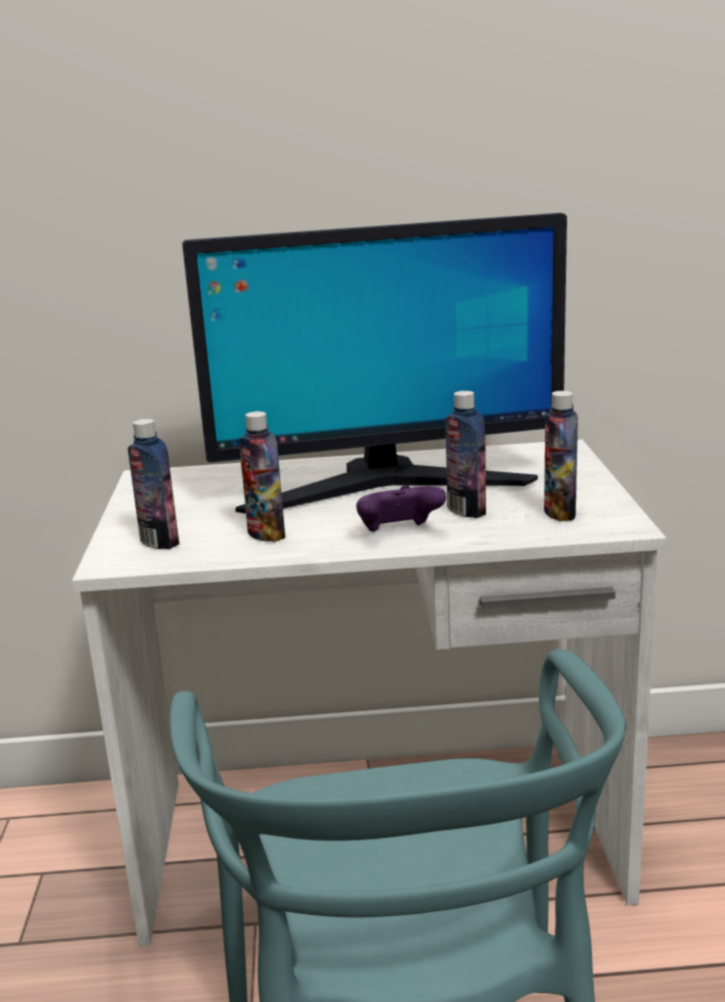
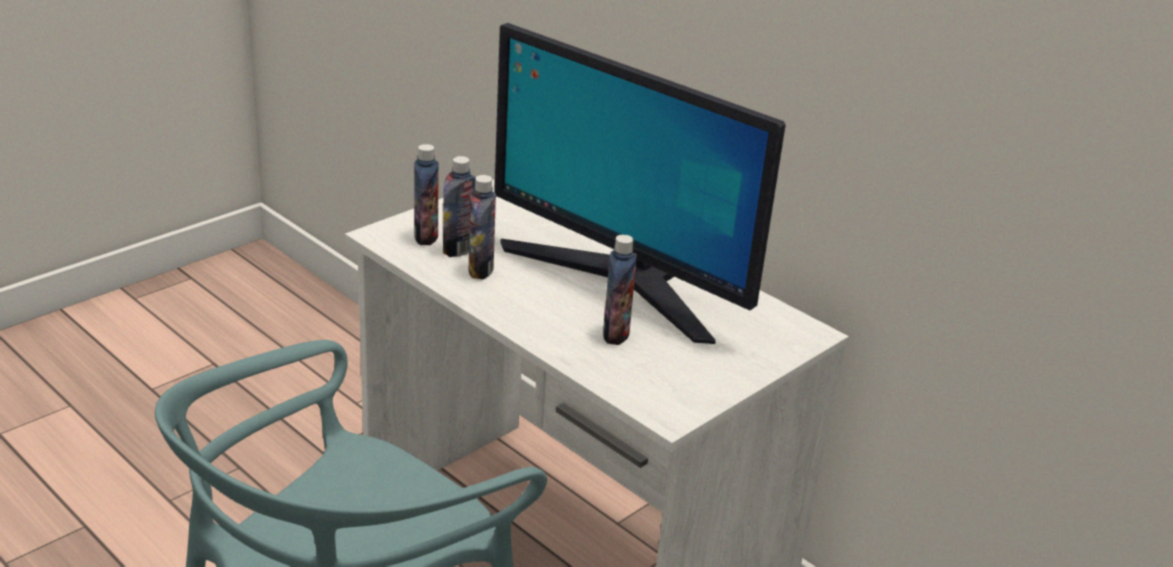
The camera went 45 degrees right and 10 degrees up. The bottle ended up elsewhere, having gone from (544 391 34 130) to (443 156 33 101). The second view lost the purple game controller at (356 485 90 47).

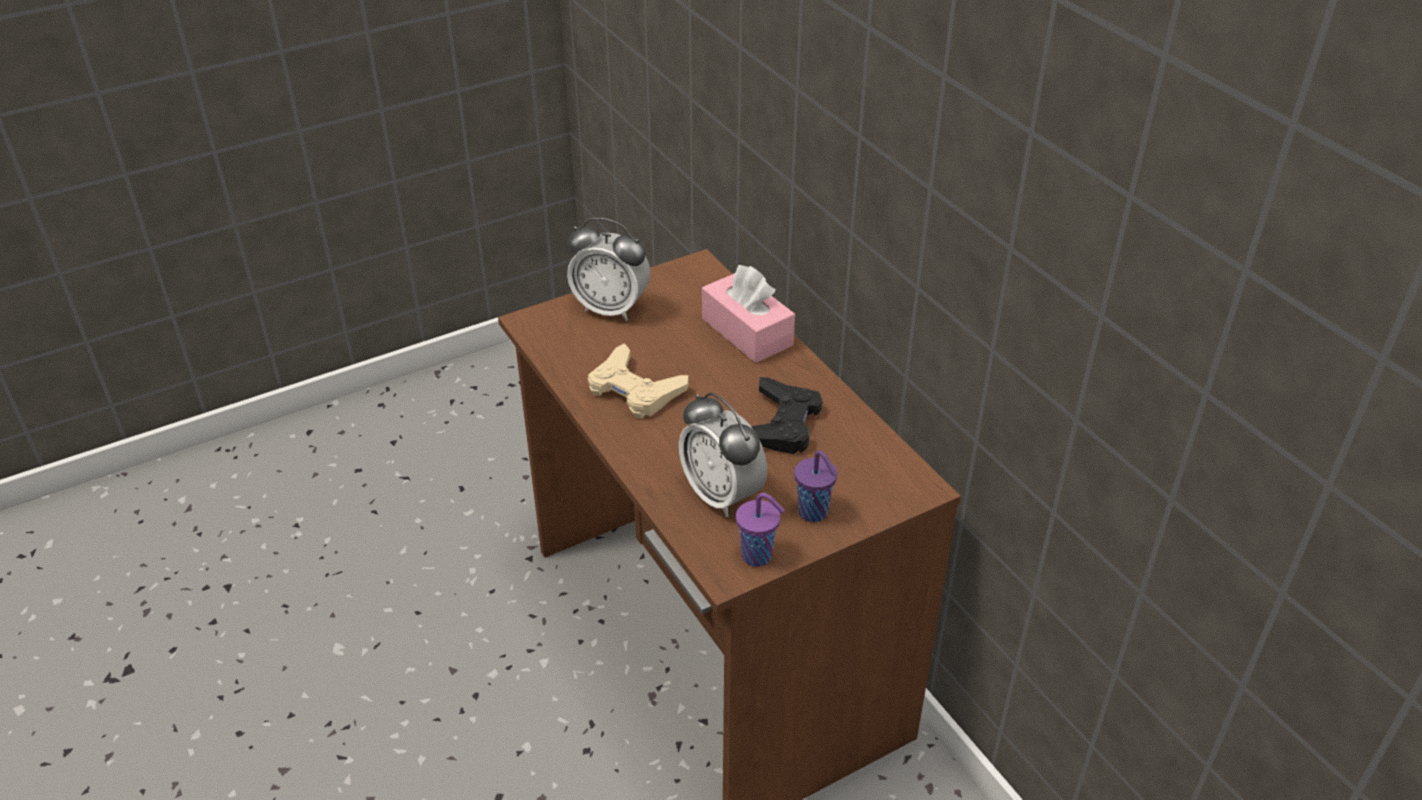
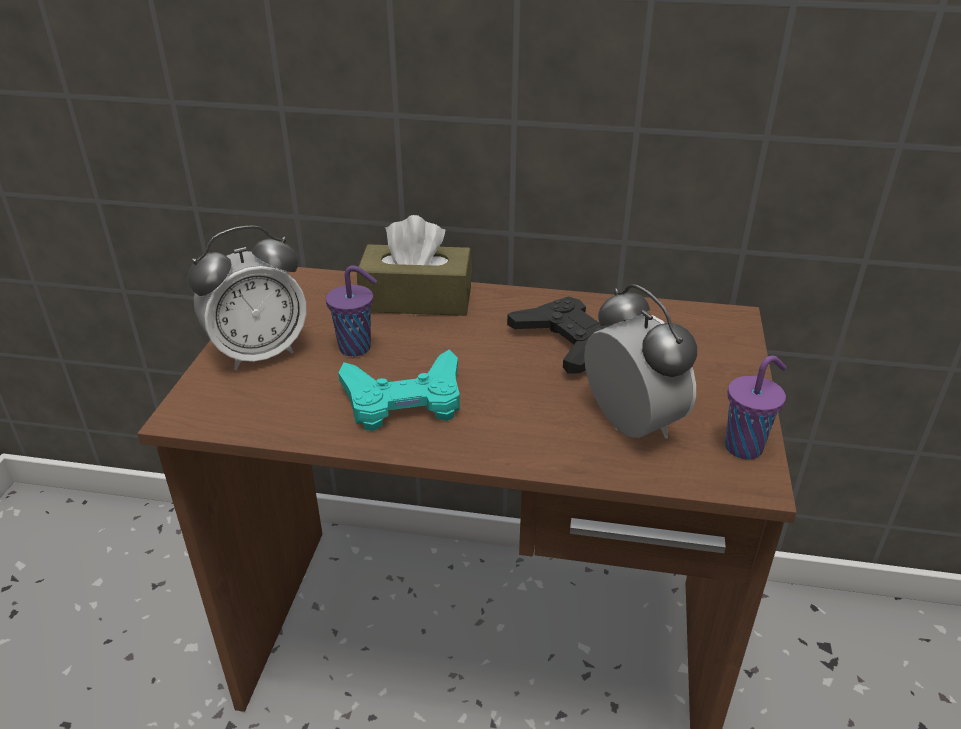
The camera went 50 degrees left and 5 degrees down. The purple cup ended up elsewhere, having gone from (794 450 43 72) to (326 265 51 91). What was the beige game controller at (588 343 101 76) turned into the turquoise game controller at (338 349 122 82). What was the pink tissue box at (702 265 93 98) turned into the brown tissue box at (357 215 115 101). The alarm clock at (679 393 88 124) ended up facing another way, 120 degrees counterclockwise from before.

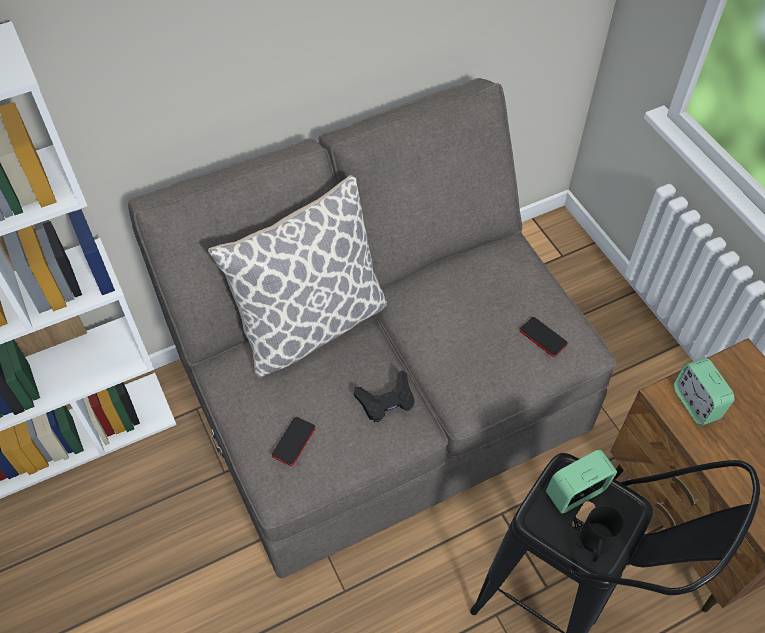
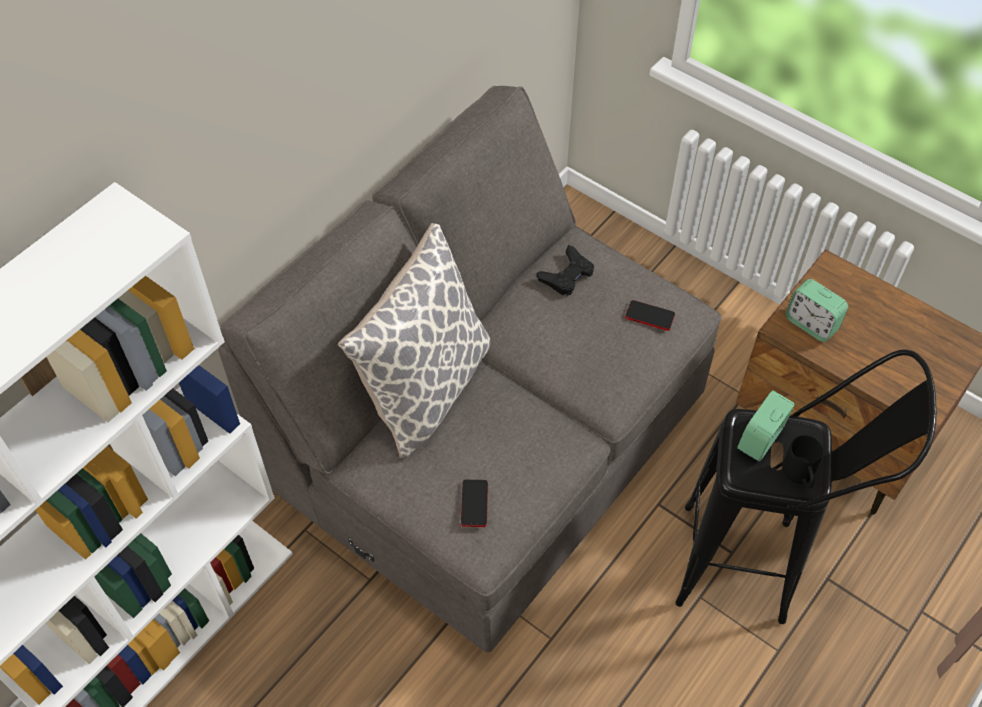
The camera went 25 degrees left and 0 degrees up. The black game controller ended up elsewhere, having gone from (354 370 60 52) to (537 245 57 51).

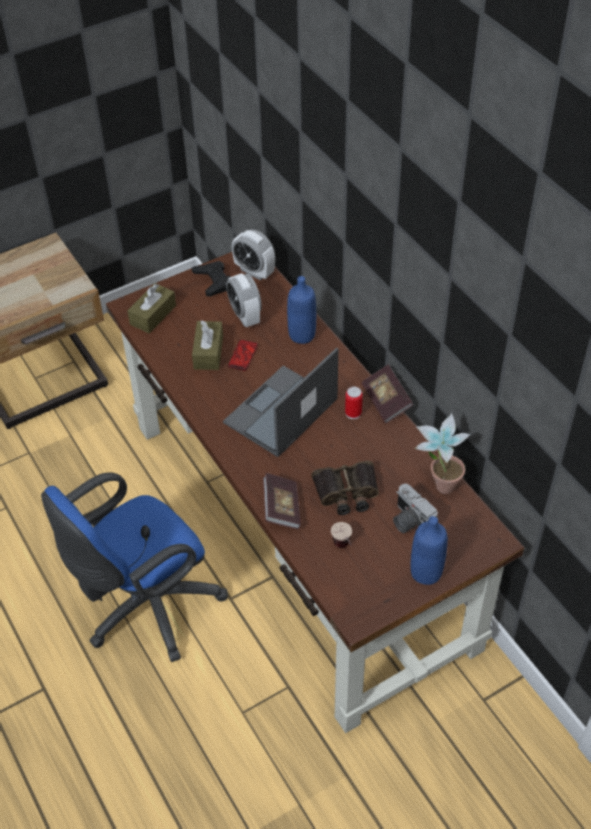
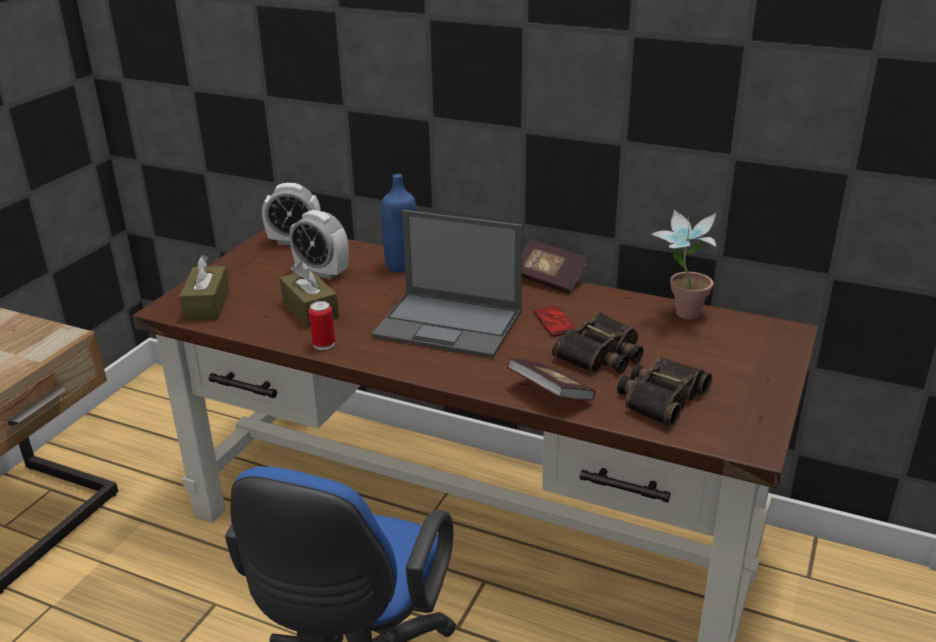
The camera went 35 degrees left and 20 degrees down. The can ended up elsewhere, having gone from (345 387 18 32) to (309 301 26 49). The laptop at (223 348 115 109) ended up facing another way, 75 degrees counterclockwise from before. The phone ended up elsewhere, having gone from (228 339 30 32) to (533 306 44 31). Where the cup stood at (331 522 21 26), the binoculars came to stand at (617 357 95 70). The second view lost the black game controller at (192 261 38 35). The second view lost the photo camera at (393 484 45 49). The second view lost the blue bottle at (410 516 38 69).

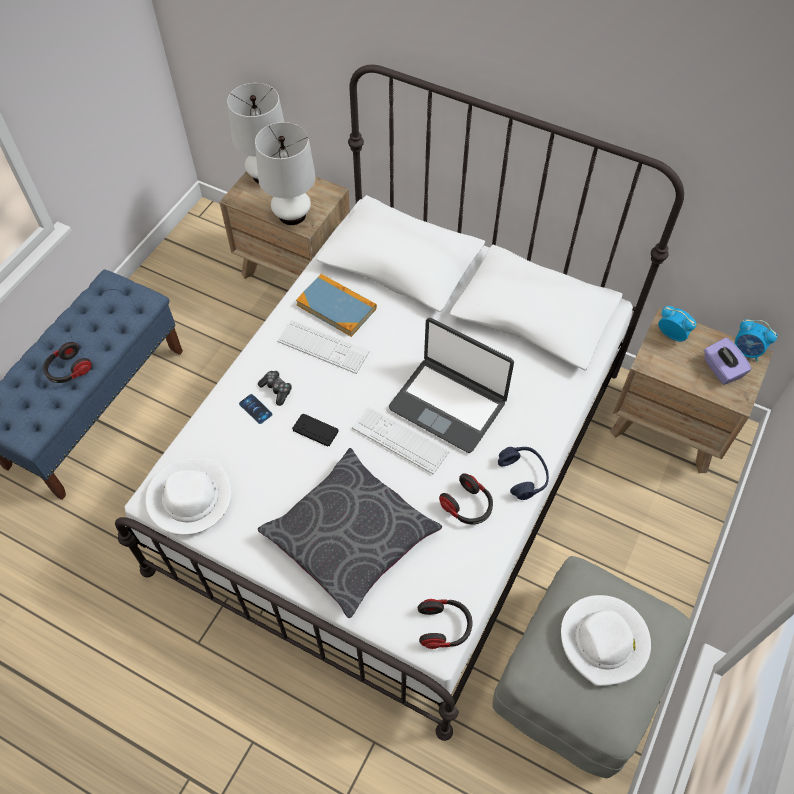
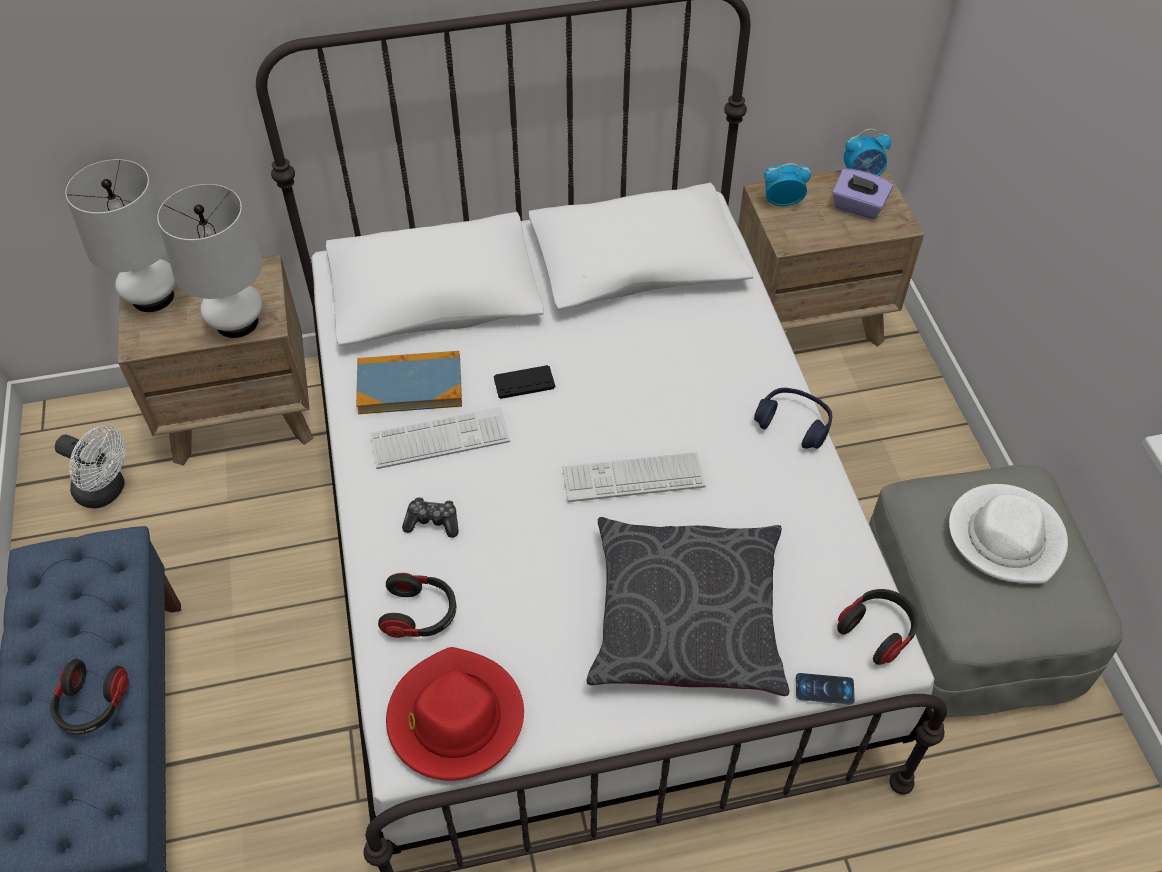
The camera went 40 degrees left and 5 degrees down. The second view gained the white fan at (55 426 70 82). The headphones ended up elsewhere, having gone from (439 474 54 50) to (378 573 79 65). What was the white hat at (145 457 87 78) turned into the red hat at (386 647 138 134). The black game controller ended up elsewhere, having gone from (292 413 47 34) to (494 365 61 34). The phone ended up elsewhere, having gone from (239 394 34 30) to (796 673 59 32). The second view lost the laptop at (389 318 125 135).

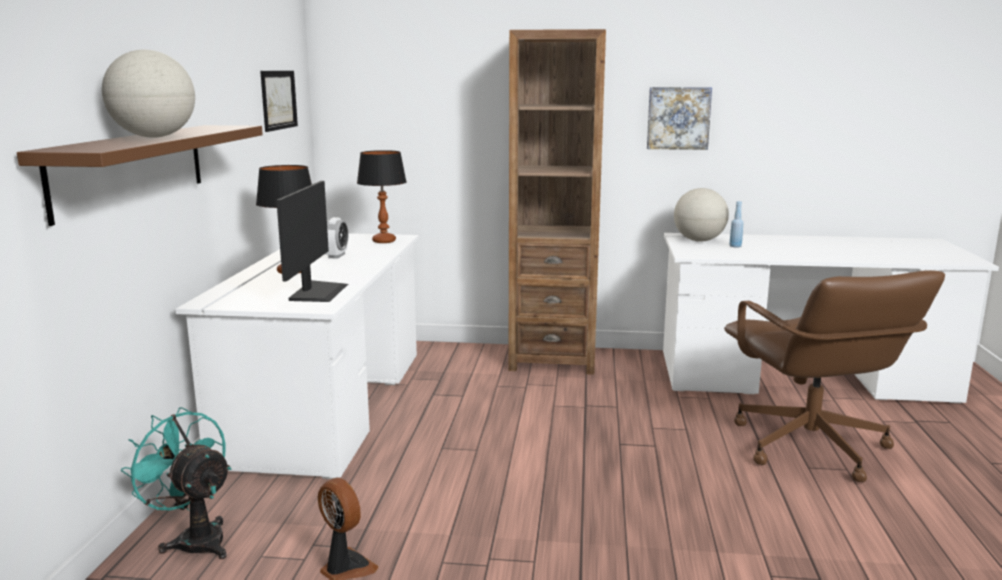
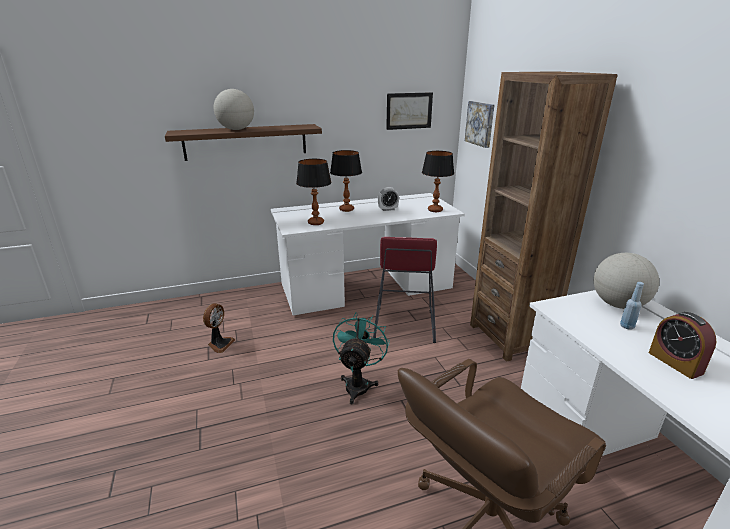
The camera went 65 degrees right and 10 degrees up. Where the monitor stood at (276 181 72 121), the table lamp came to stand at (296 159 35 66). The turquoise fan ended up elsewhere, having gone from (121 407 110 152) to (333 312 57 92). The second view gained the red stool at (373 237 64 106). The picture ended up elsewhere, having gone from (647 87 65 63) to (465 101 29 47). The second view gained the alarm clock at (649 312 68 67).

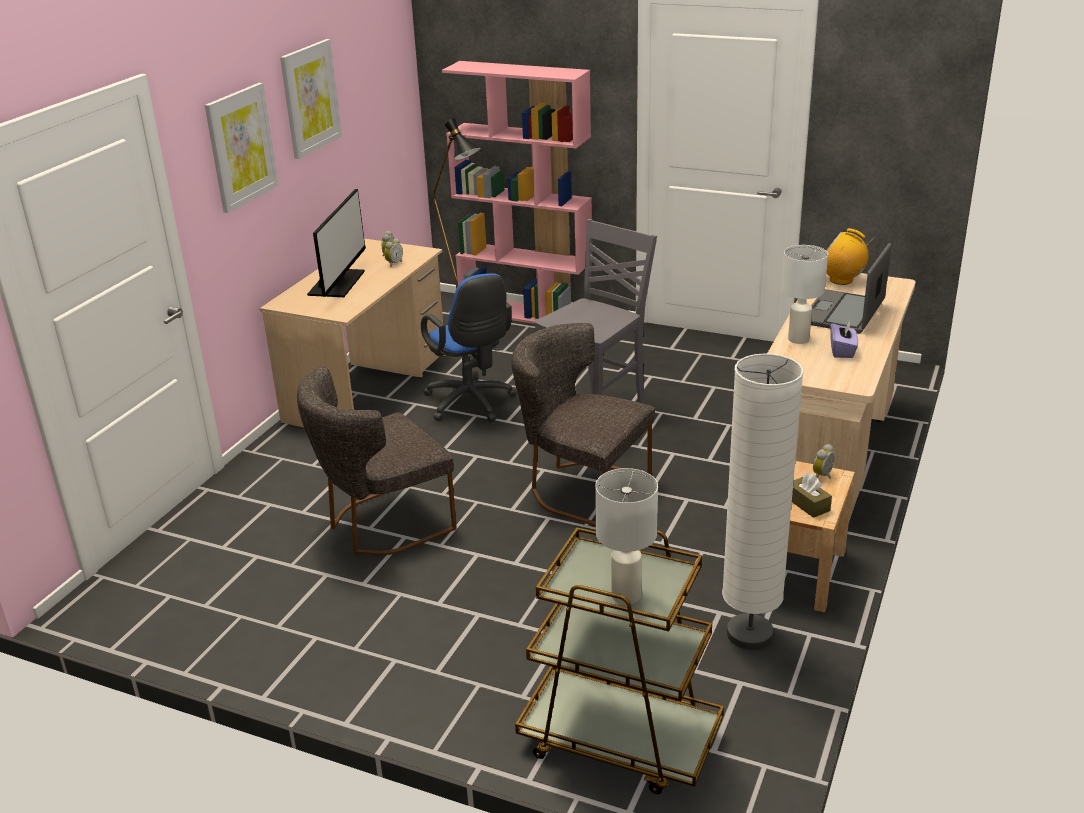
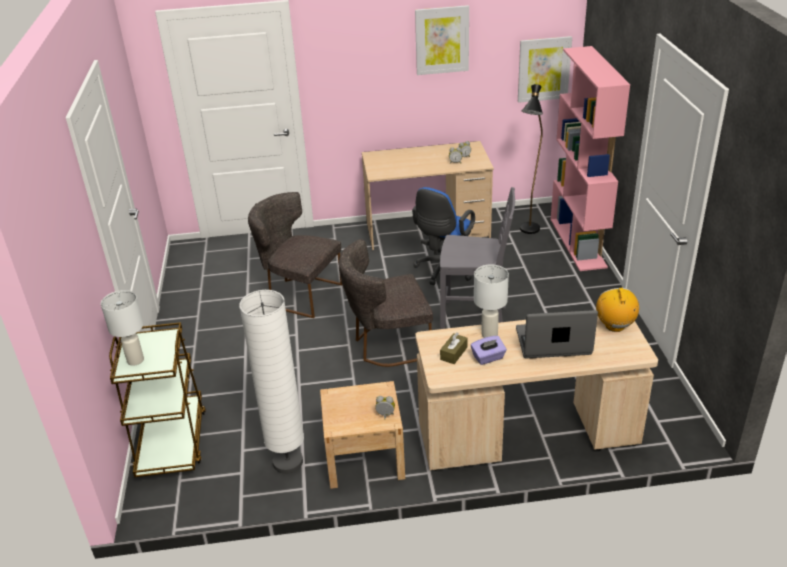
The camera went 60 degrees right and 5 degrees up. The grey chair at (511 323 144 203) ended up facing another way, 105 degrees counterclockwise from before. The brown tissue box ended up elsewhere, having gone from (792 473 40 45) to (440 333 27 31). The picture ended up elsewhere, having gone from (205 83 74 130) to (518 36 54 67). The second view lost the monitor at (307 189 59 108).

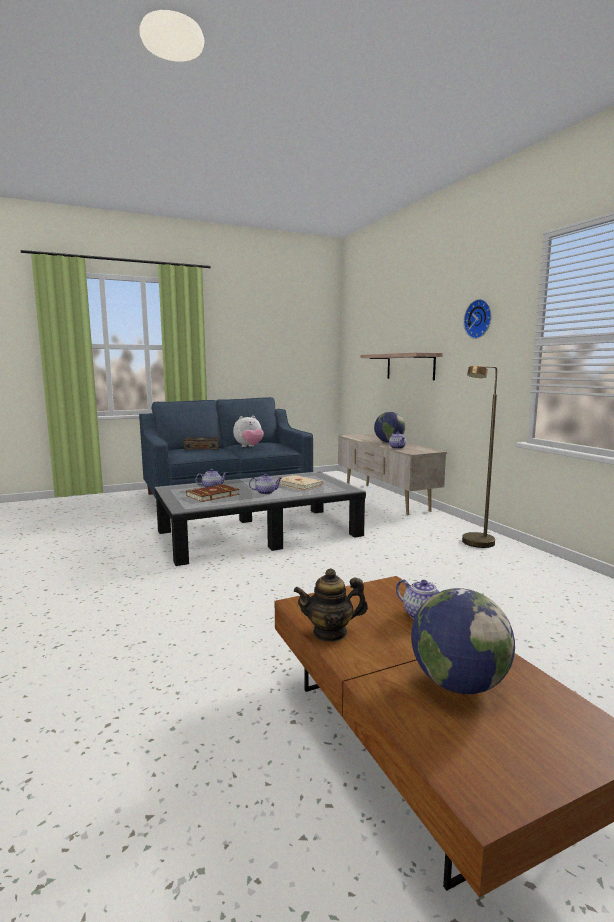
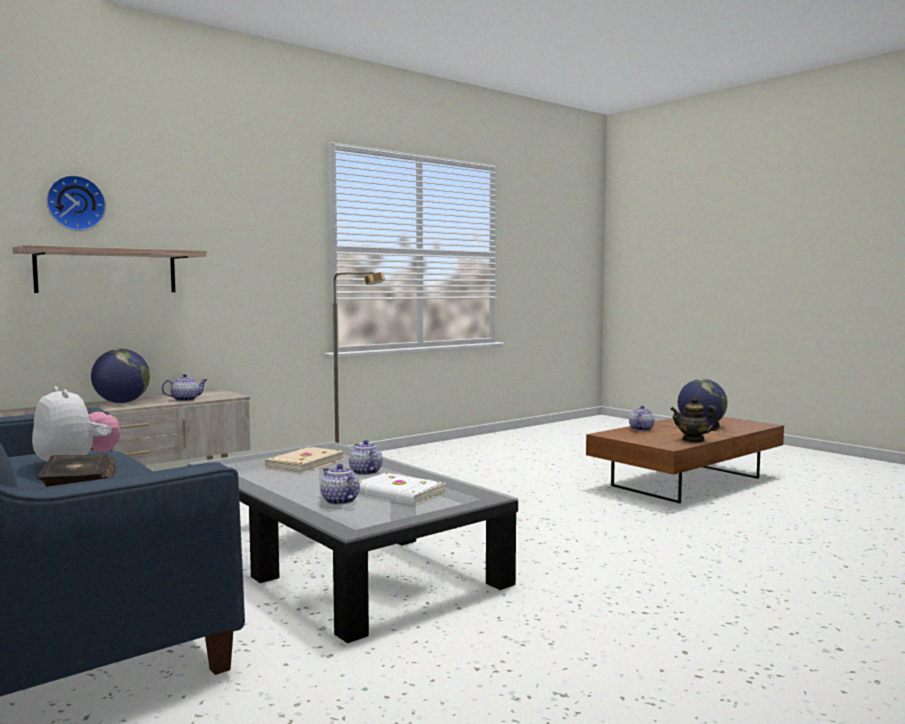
The camera went 105 degrees left and 5 degrees down. The wall clock ended up elsewhere, having gone from (464 299 28 40) to (46 175 60 56). What was the brown book at (186 484 54 18) turned into the white book at (358 473 88 32). The teapot at (294 568 74 74) ended up facing another way, 135 degrees clockwise from before.

